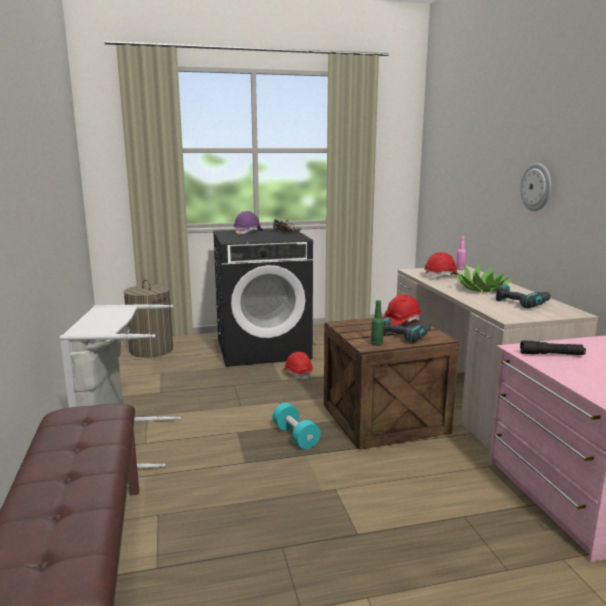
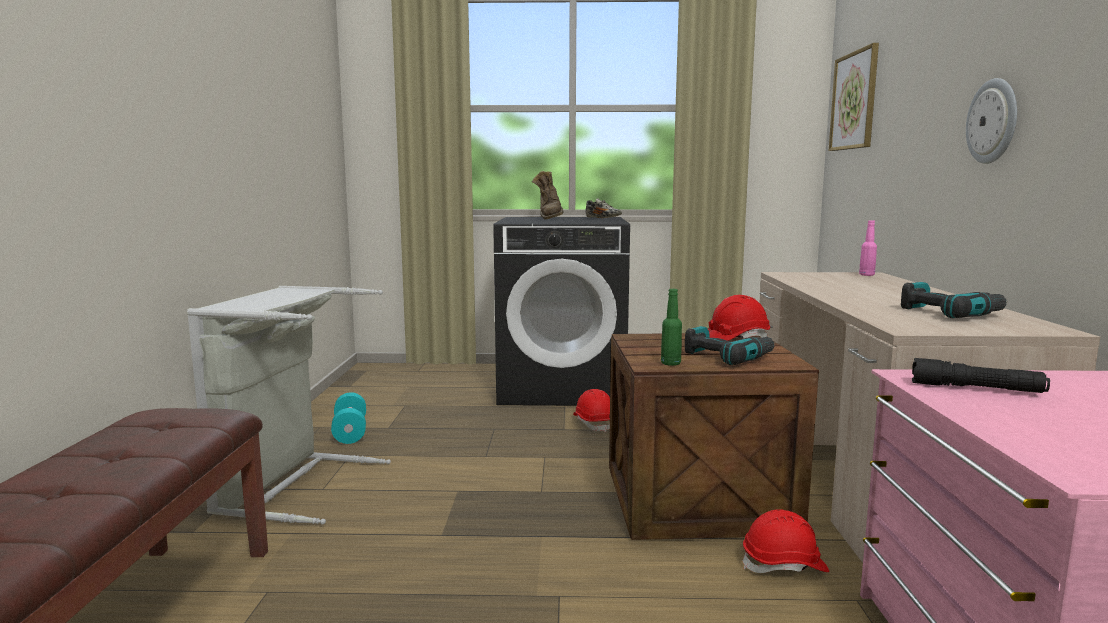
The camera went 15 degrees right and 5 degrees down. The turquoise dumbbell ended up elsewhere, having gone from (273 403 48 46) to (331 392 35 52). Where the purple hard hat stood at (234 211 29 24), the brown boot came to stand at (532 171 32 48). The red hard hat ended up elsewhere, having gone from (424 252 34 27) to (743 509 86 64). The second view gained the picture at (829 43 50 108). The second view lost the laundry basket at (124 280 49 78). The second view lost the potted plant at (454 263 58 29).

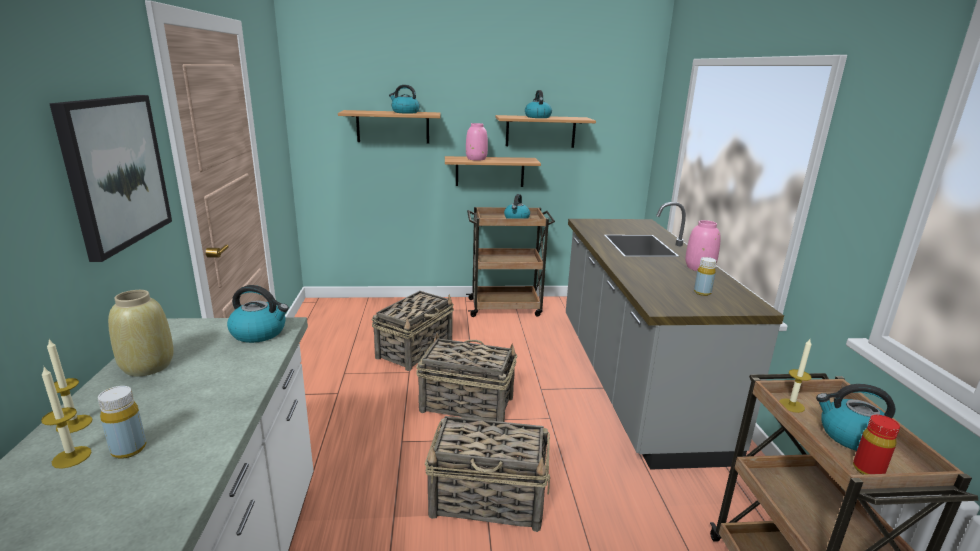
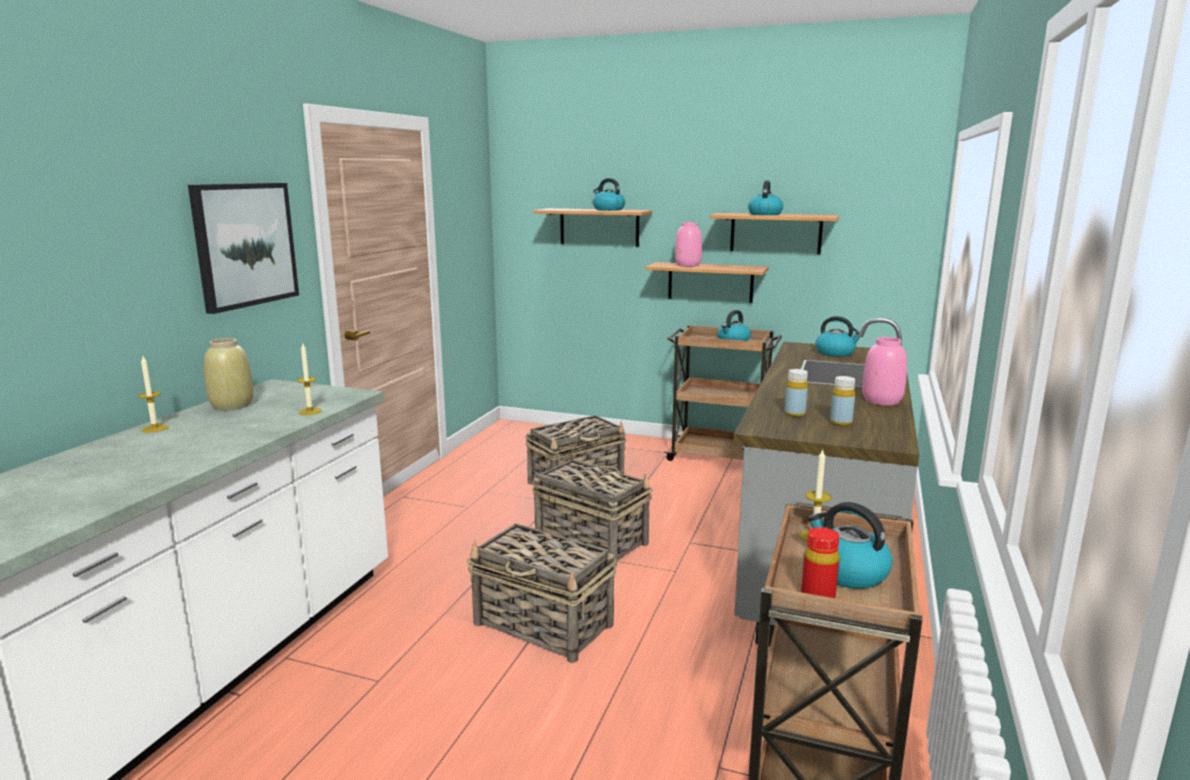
The camera went 25 degrees right and 5 degrees down. The candle ended up elsewhere, having gone from (41 367 51 102) to (297 344 25 71). The yellow bottle ended up elsewhere, having gone from (98 386 49 73) to (784 369 24 48). The kettle ended up elsewhere, having gone from (227 285 62 58) to (815 316 45 41).

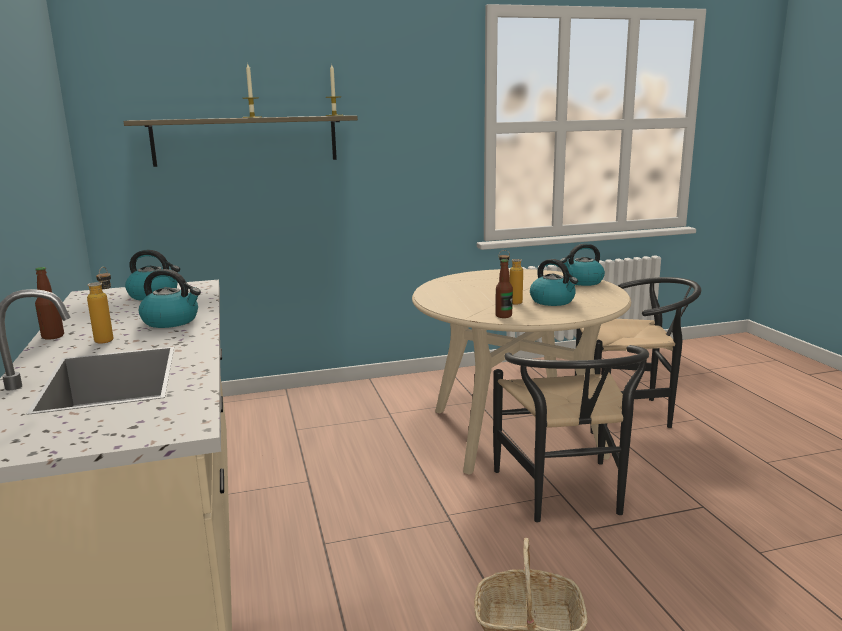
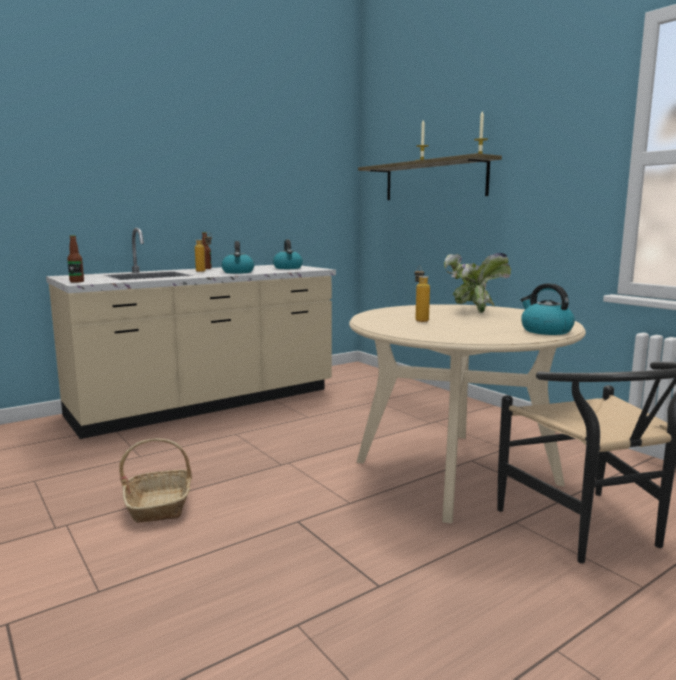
The camera went 70 degrees right and 5 degrees down. The bottle ended up elsewhere, having gone from (495 259 18 59) to (67 235 17 47). The second view gained the potted plant at (444 253 67 60). The second view lost the black chair at (493 345 156 177). The second view lost the kettle at (530 259 48 47).

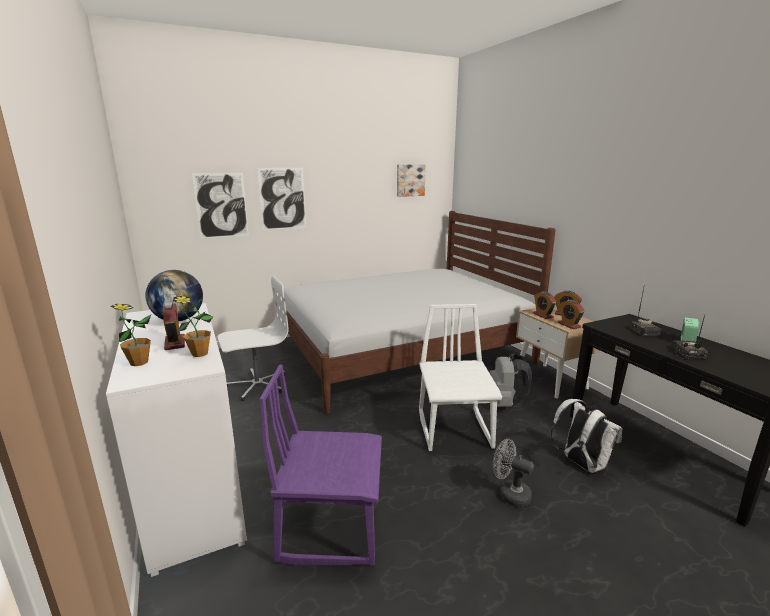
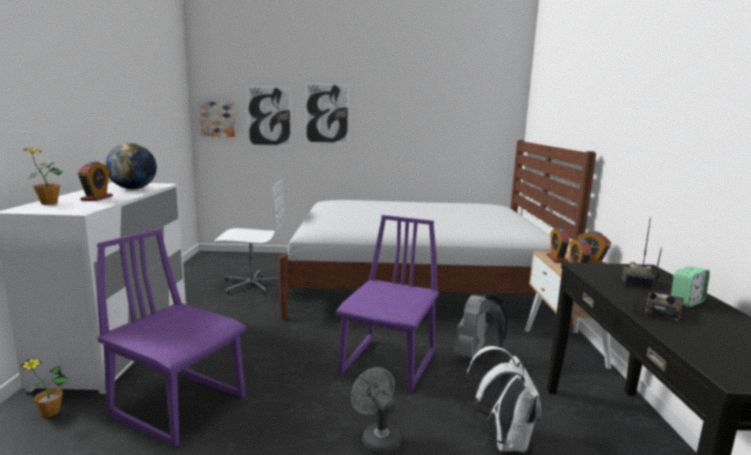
The camera went 25 degrees right and 5 degrees down. The potted plant ended up elsewhere, having gone from (173 296 40 61) to (20 358 49 59). The picture ended up elsewhere, having gone from (397 164 29 33) to (199 101 37 36). What was the white chair at (419 304 83 147) turned into the purple chair at (336 215 103 177).

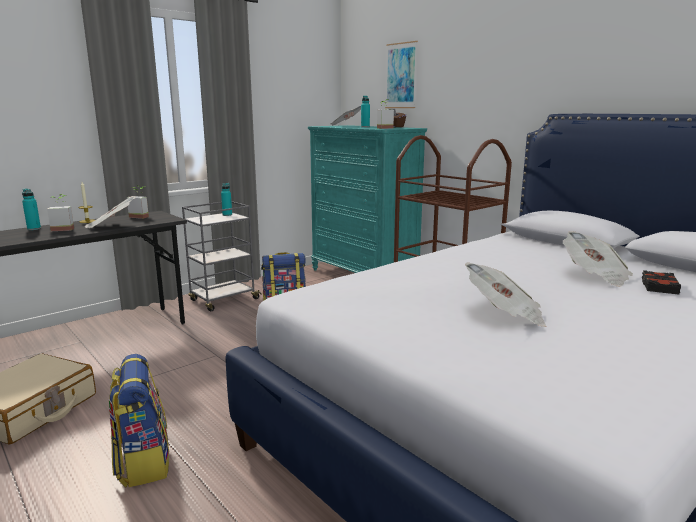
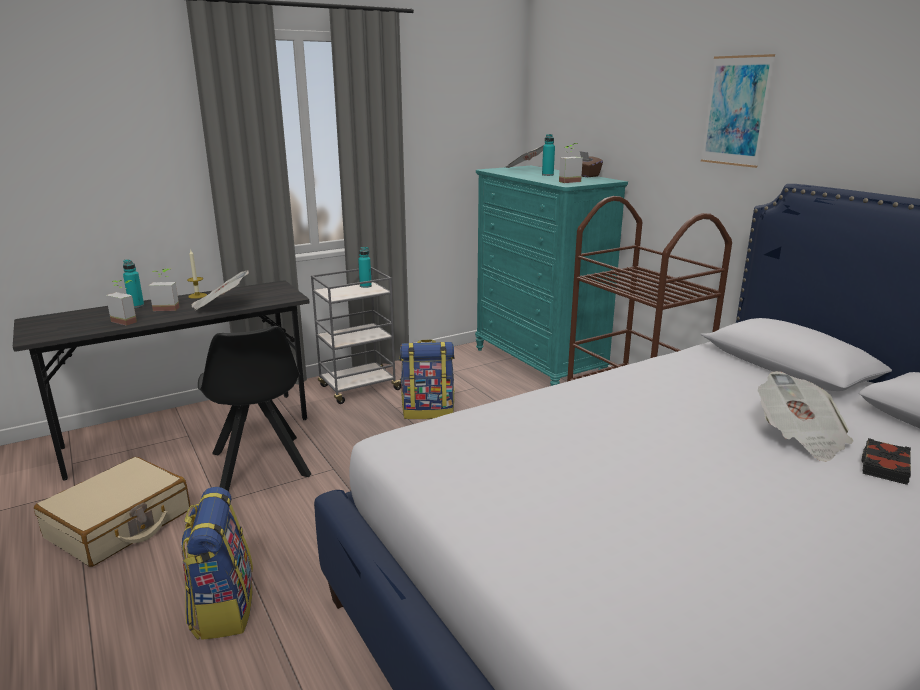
The camera went 10 degrees right and 5 degrees up. The potted plant ended up elsewhere, having gone from (127 186 22 33) to (106 280 31 46). The second view gained the black chair at (198 326 113 166). The picture ended up elsewhere, having gone from (385 41 33 67) to (701 54 74 114). The second view lost the newspaper at (465 262 81 65).

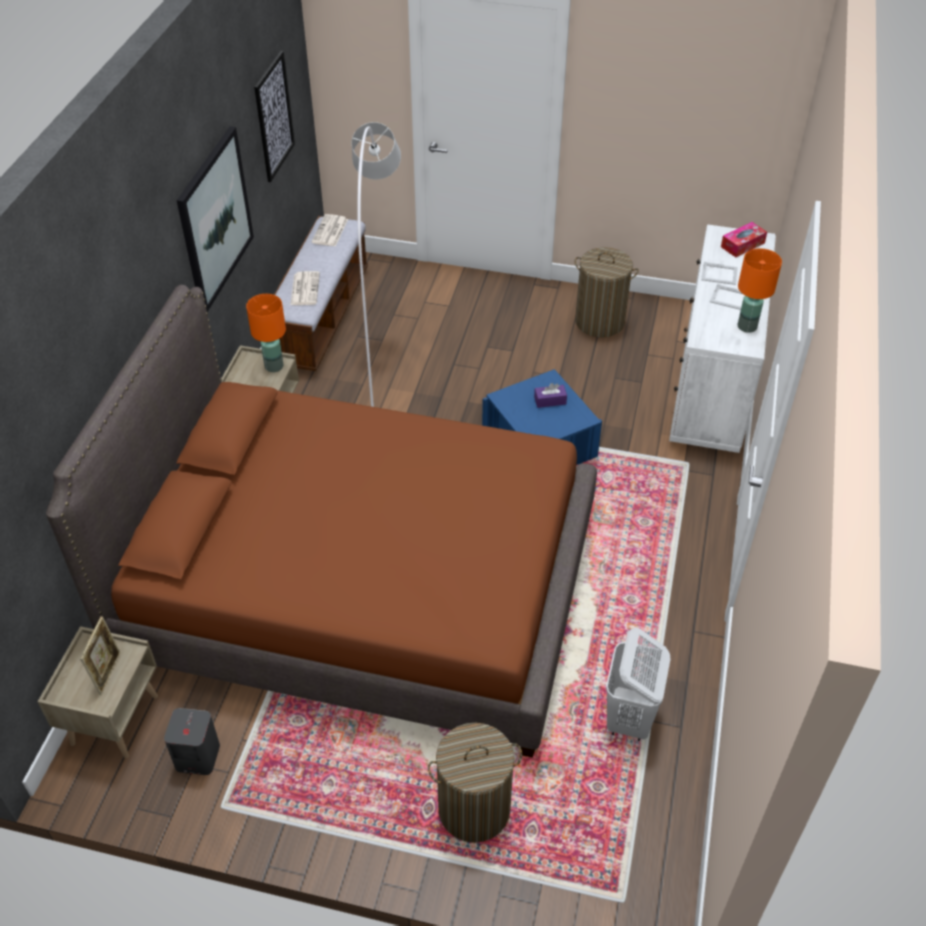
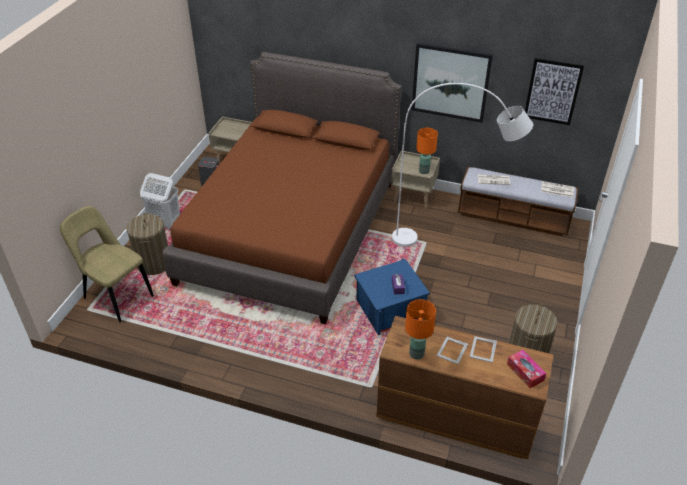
The camera went 95 degrees right and 5 degrees down. The second view gained the beige chair at (60 206 94 116). The white laundry basket ended up elsewhere, having gone from (606 627 65 114) to (140 173 40 56). What was the white dresser at (669 224 107 229) turned into the brown dresser at (376 316 177 143). The second view lost the picture frame at (80 616 40 79).

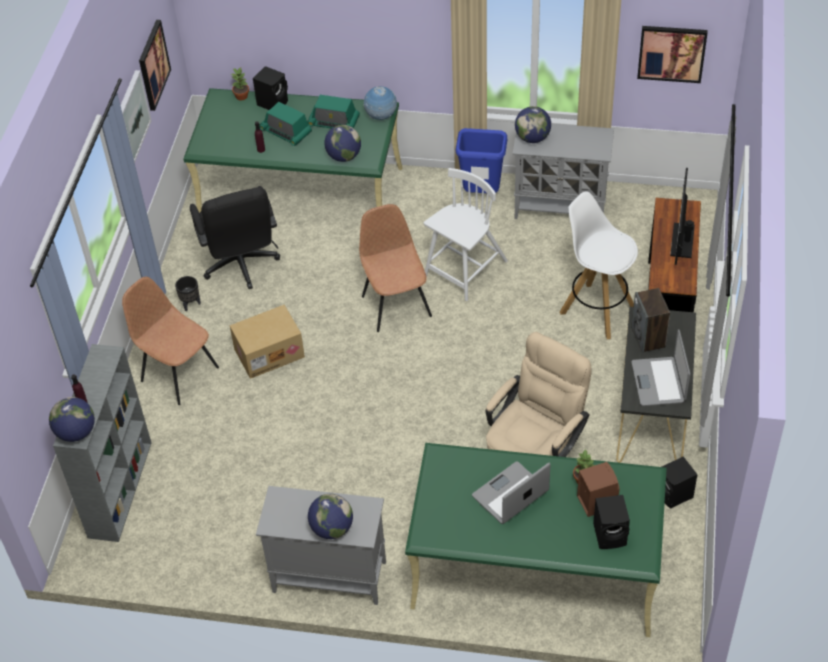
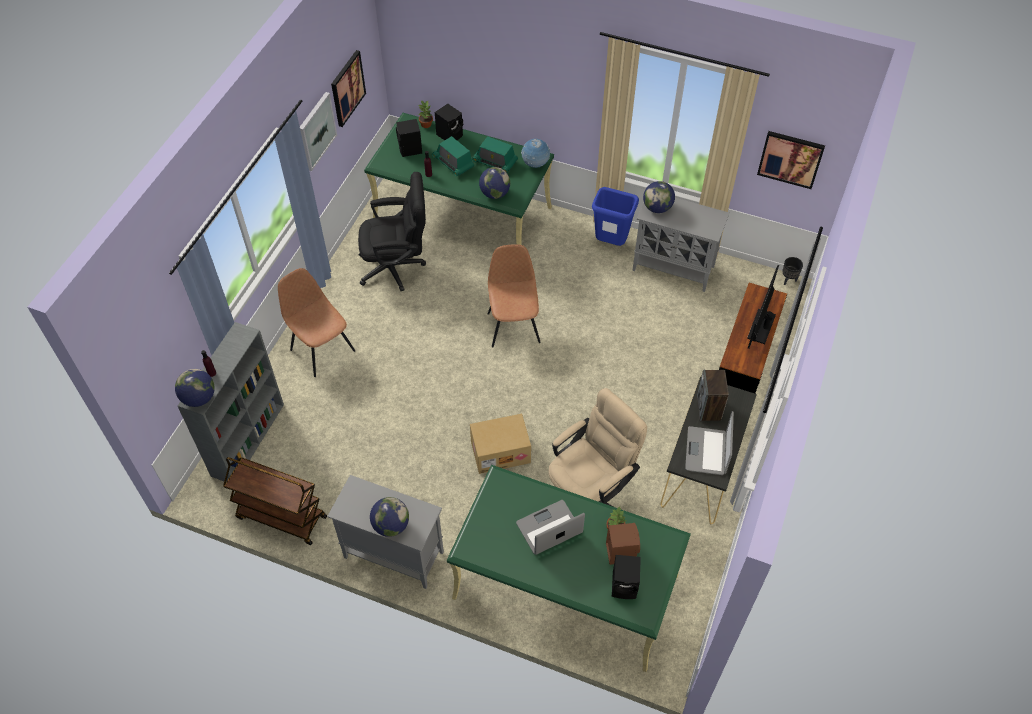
The camera went 10 degrees right and 5 degrees up. The second view gained the brown cart at (223 457 104 88). The black office chair at (190 186 90 103) ended up facing another way, 90 degrees counterclockwise from before. The black speaker ended up elsewhere, having gone from (661 457 37 52) to (396 119 26 38). The cardboard box ended up elsewhere, having gone from (230 305 75 74) to (470 414 61 60). The black planter ended up elsewhere, having gone from (175 276 26 35) to (782 257 21 28). The second view lost the white chair at (424 168 84 133). The second view lost the white stool at (560 191 78 148).

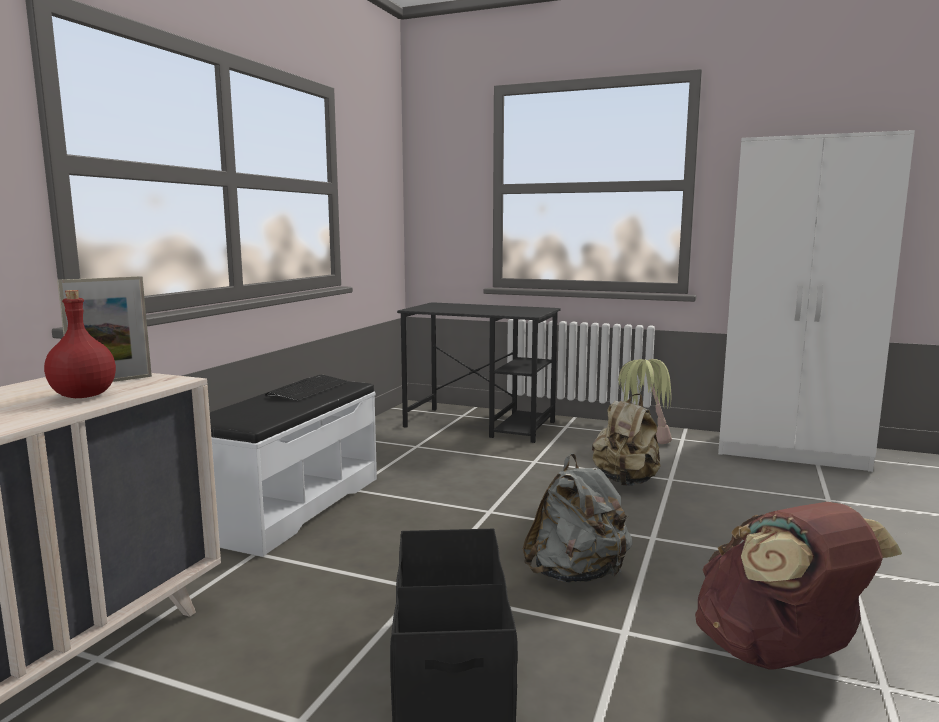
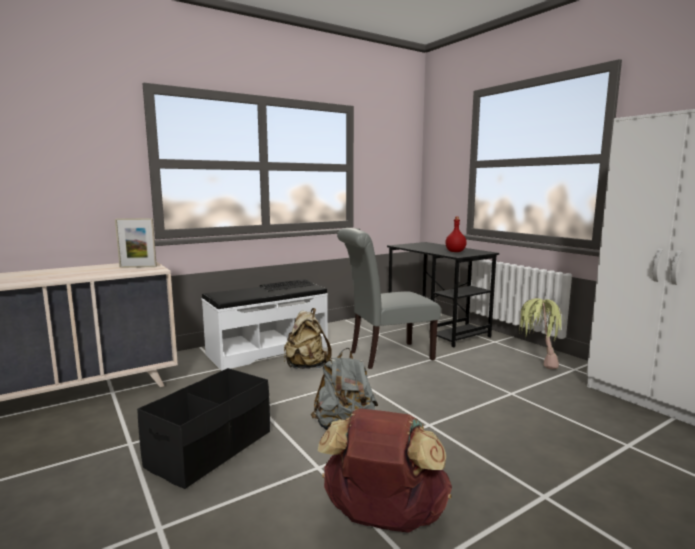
The camera went 35 degrees right and 0 degrees up. The beige backpack ended up elsewhere, having gone from (592 394 69 92) to (284 308 48 61). The second view gained the grey chair at (337 228 104 141). The red bottle ended up elsewhere, having gone from (44 290 72 108) to (445 217 22 35).

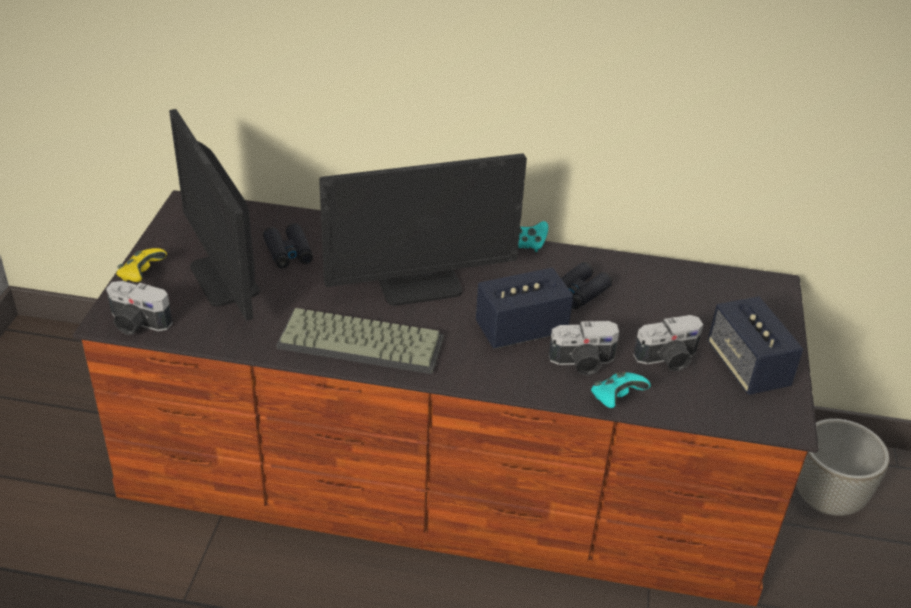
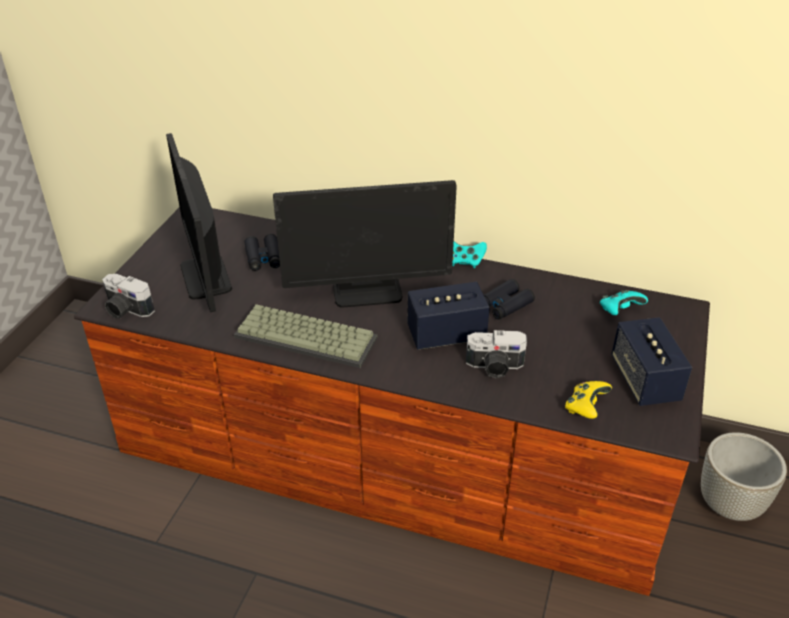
The camera went 10 degrees right and 0 degrees up. The yellow game controller ended up elsewhere, having gone from (116 248 51 34) to (565 381 47 38). The turquoise game controller ended up elsewhere, having gone from (591 372 60 36) to (600 290 48 25). The second view lost the photo camera at (633 315 70 56).

